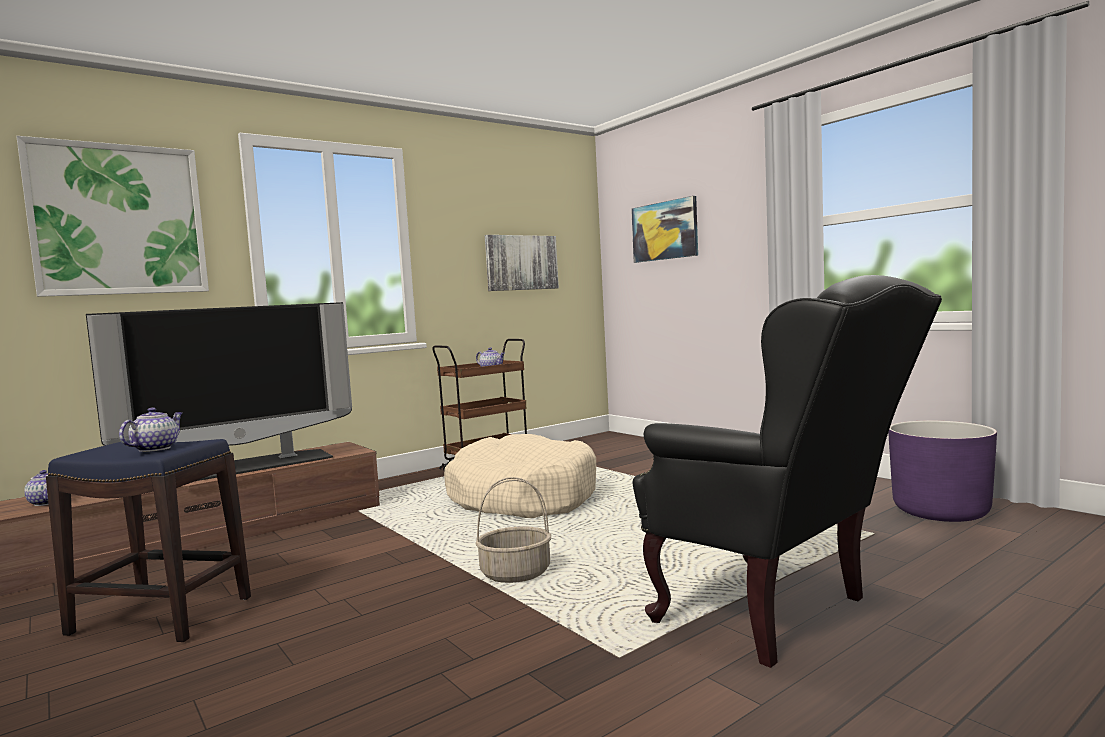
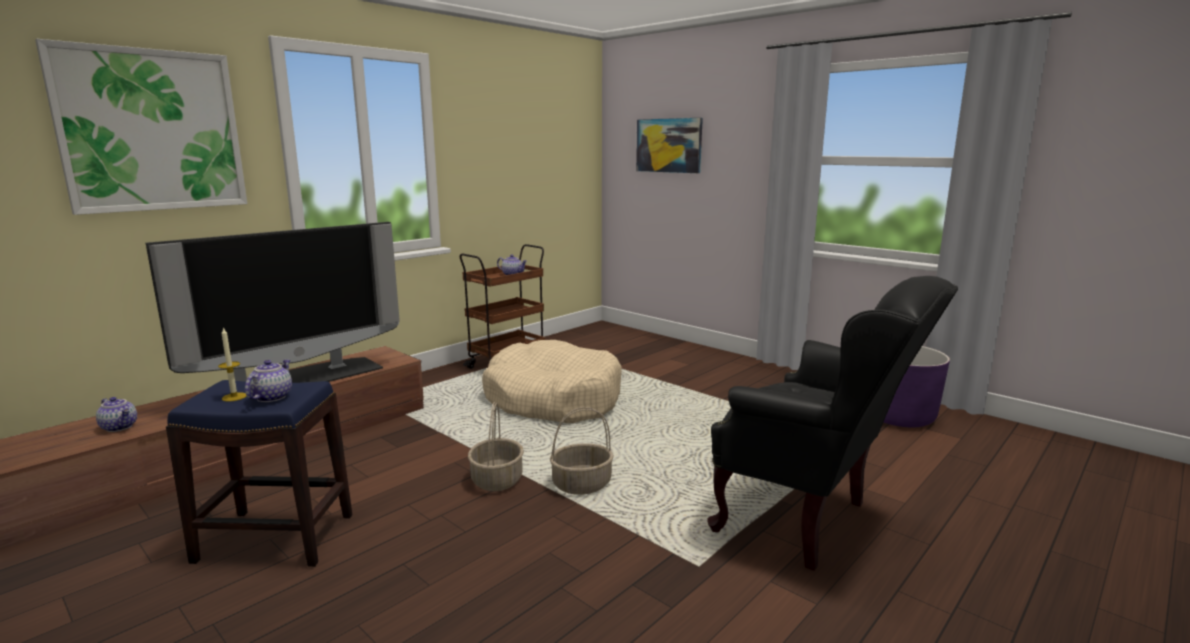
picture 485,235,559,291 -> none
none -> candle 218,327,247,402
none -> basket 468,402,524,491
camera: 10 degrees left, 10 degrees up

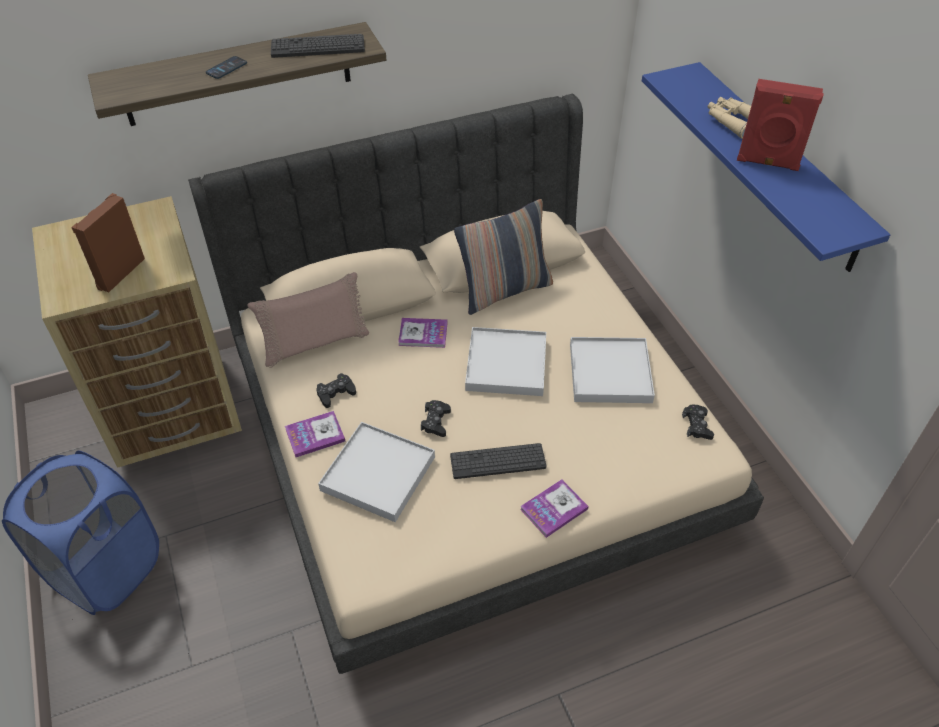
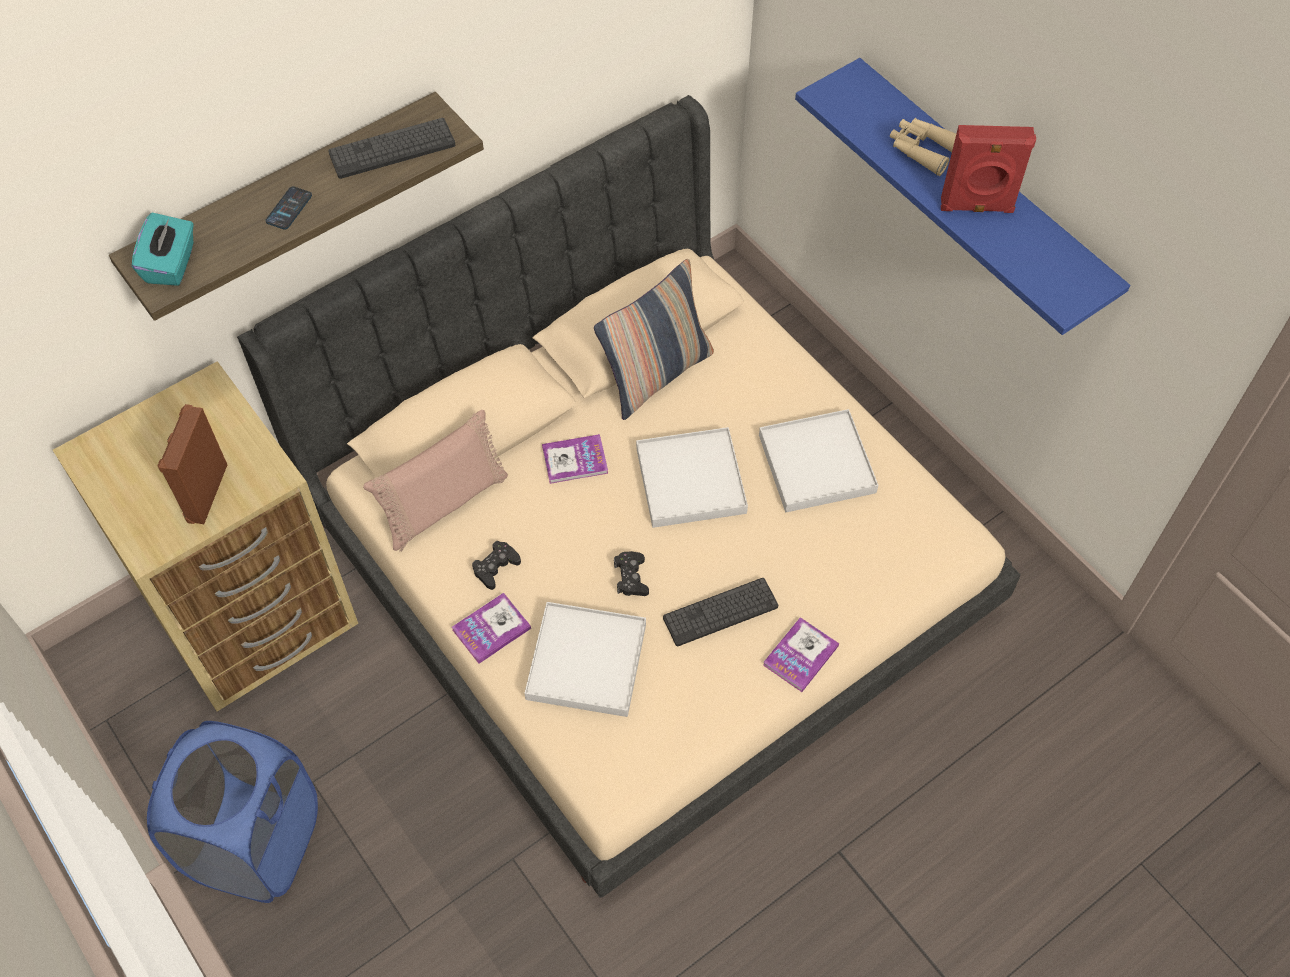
game controller (black) 682,405,714,440 -> none
none -> tissue box (turquoise) 132,213,194,286
camera: 15 degrees left, 10 degrees up

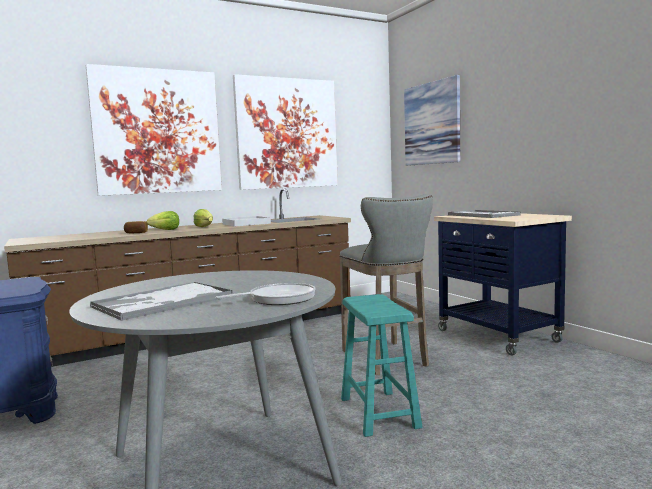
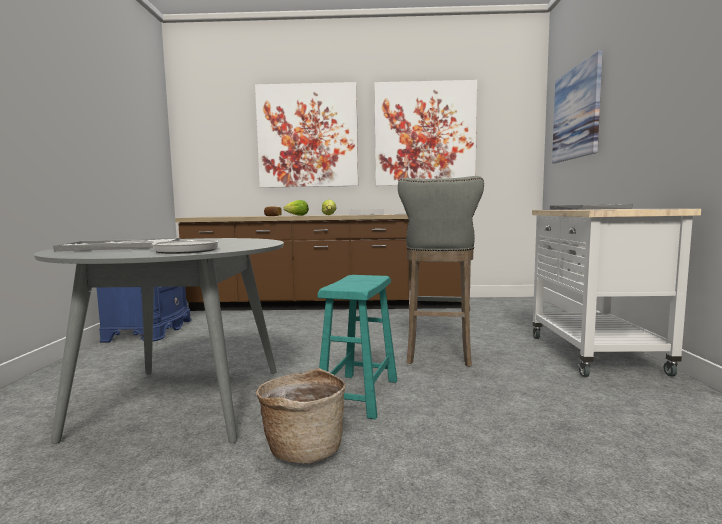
none -> basket 256,368,346,463
cart (blue) 434,213,572,355 -> cart (white) 532,209,701,377
camera: 30 degrees right, 0 degrees up

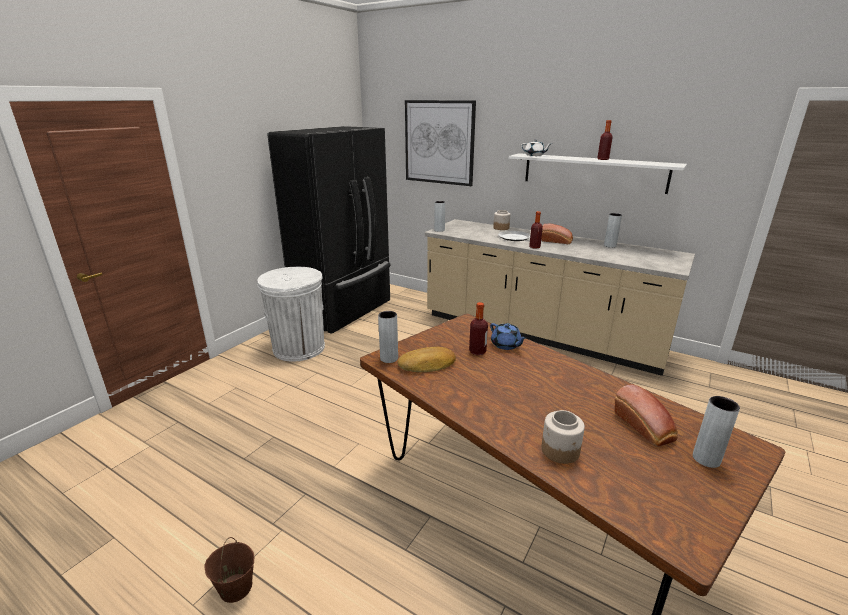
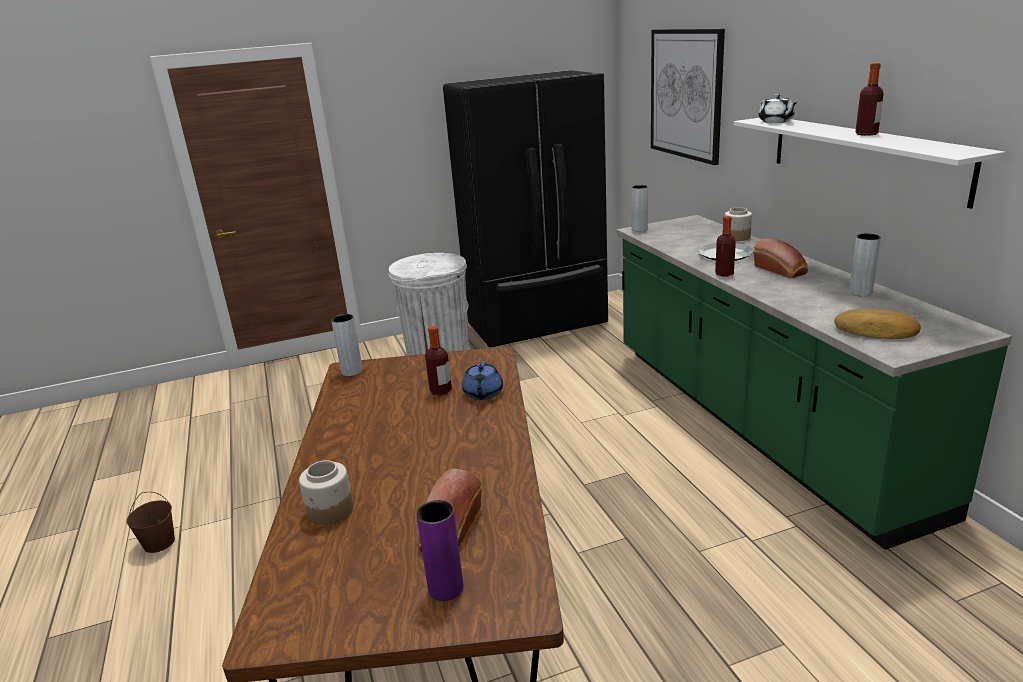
bread 398,347,456,372 -> bread 834,309,921,339, moved
counter (beige) 425,219,695,376 -> counter (green) 617,215,1012,550
vase (grey) 693,396,740,468 -> vase (purple) 416,500,463,601
camera: 40 degrees right, 0 degrees up

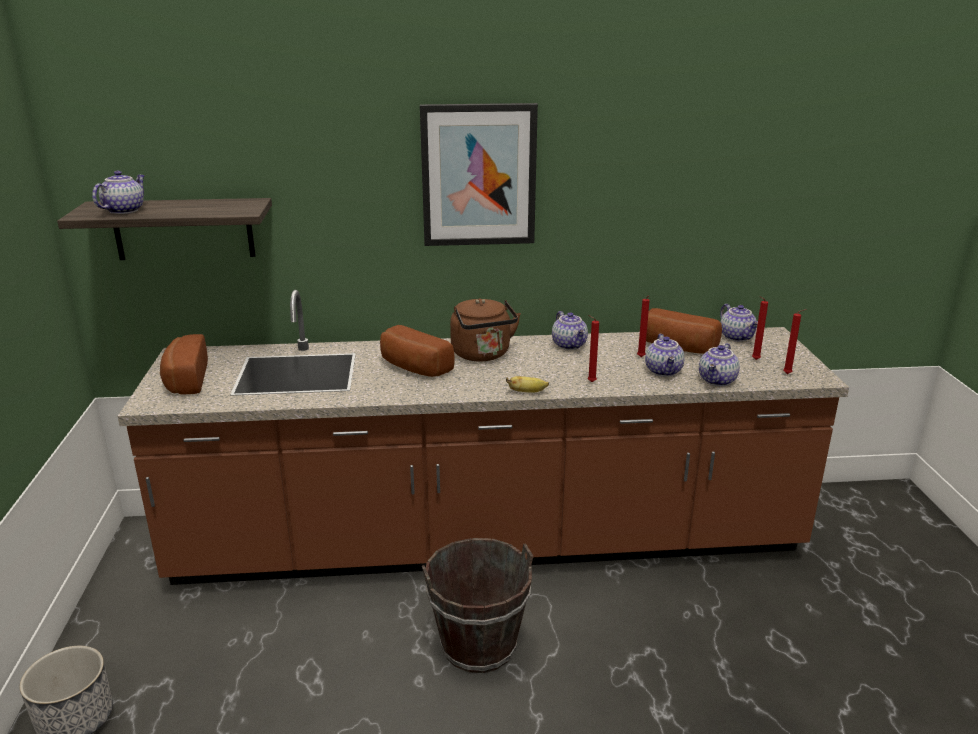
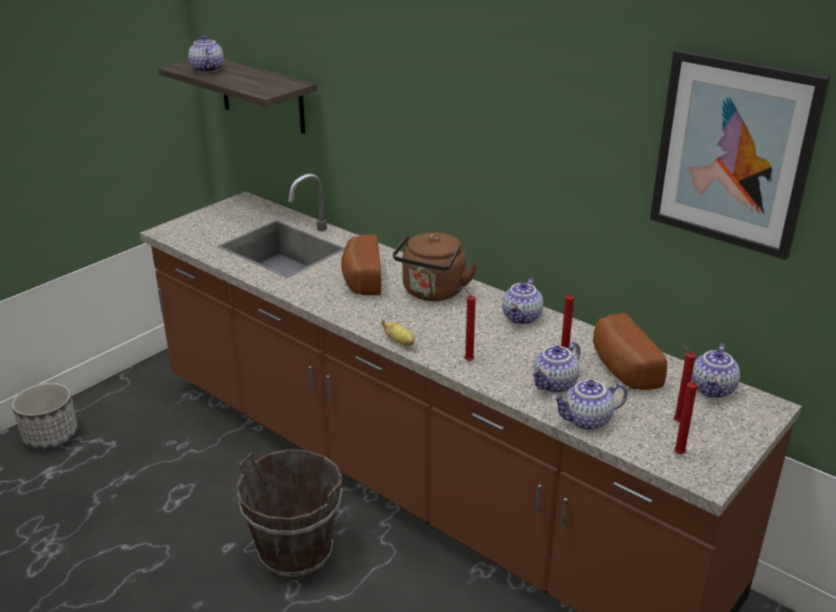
bread 160,334,208,395 -> none
picture 420,103,538,246 -> picture 650,49,830,260, moved
teapot 92,171,145,214 -> teapot 188,35,224,73, 90 degrees counterclockwise
camera: 45 degrees right, 5 degrees up

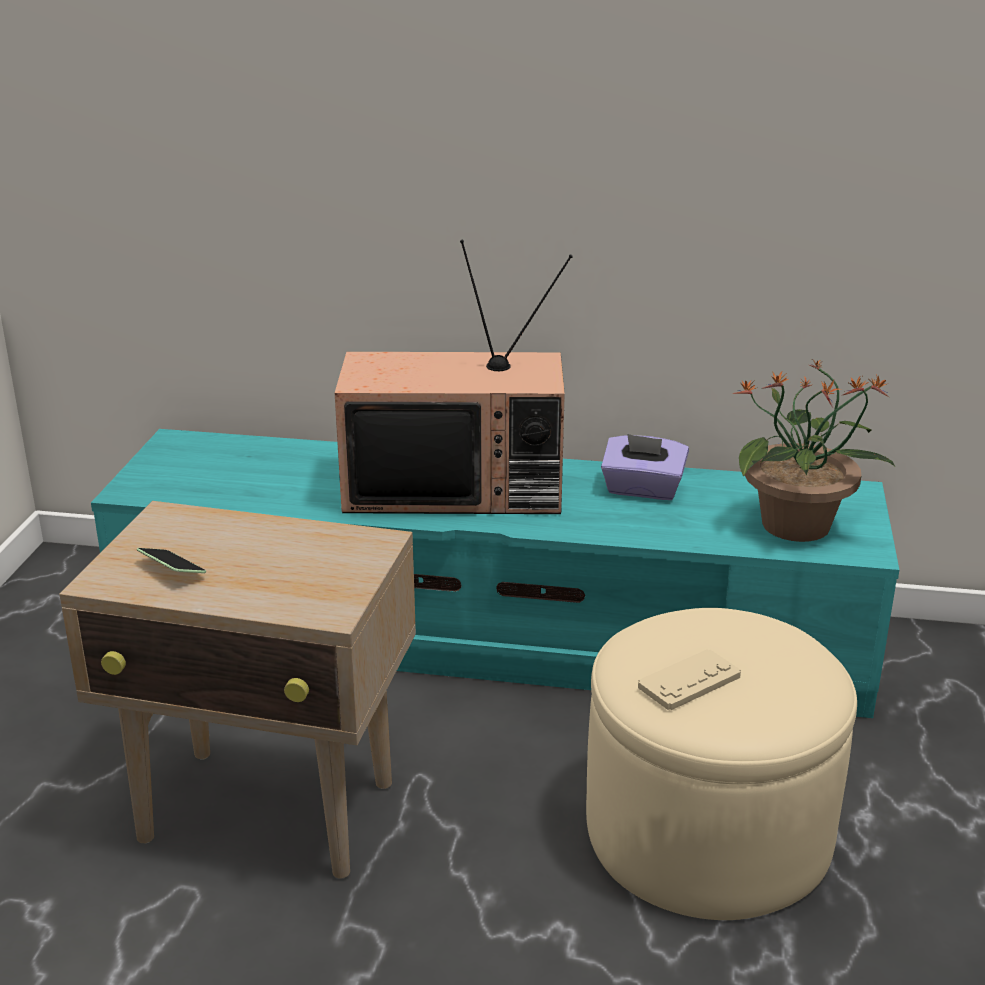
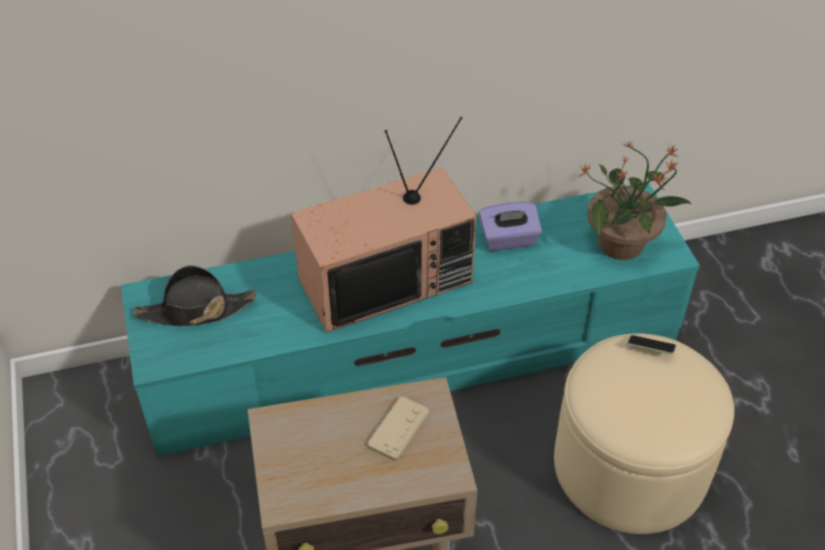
none -> hat (black) 134,265,256,326
phone 137,548,206,573 -> phone 627,335,676,354, moved
game controller (beige) 638,650,741,710 -> game controller (beige) 367,396,429,461, moved
camera: 25 degrees left, 20 degrees up

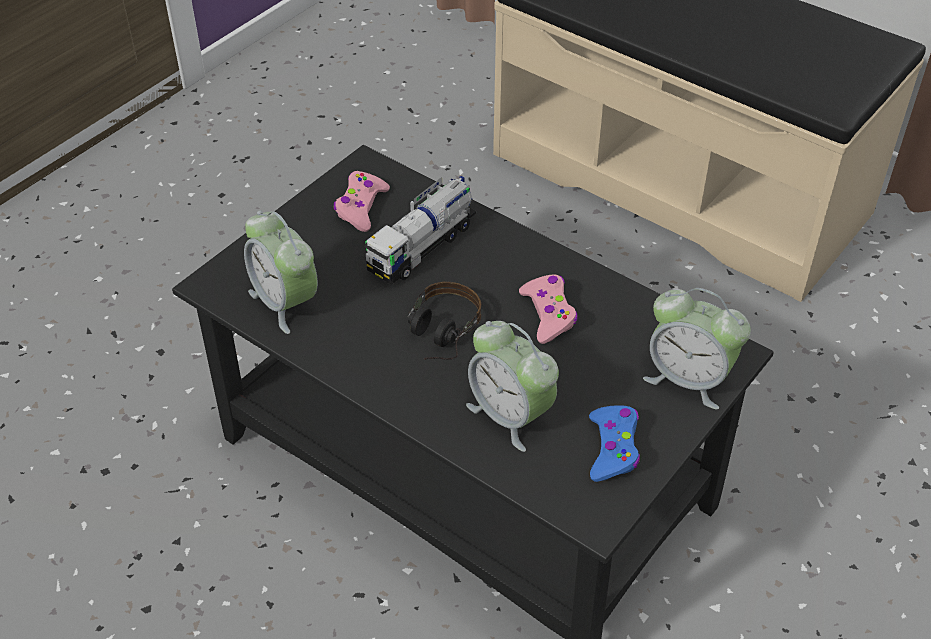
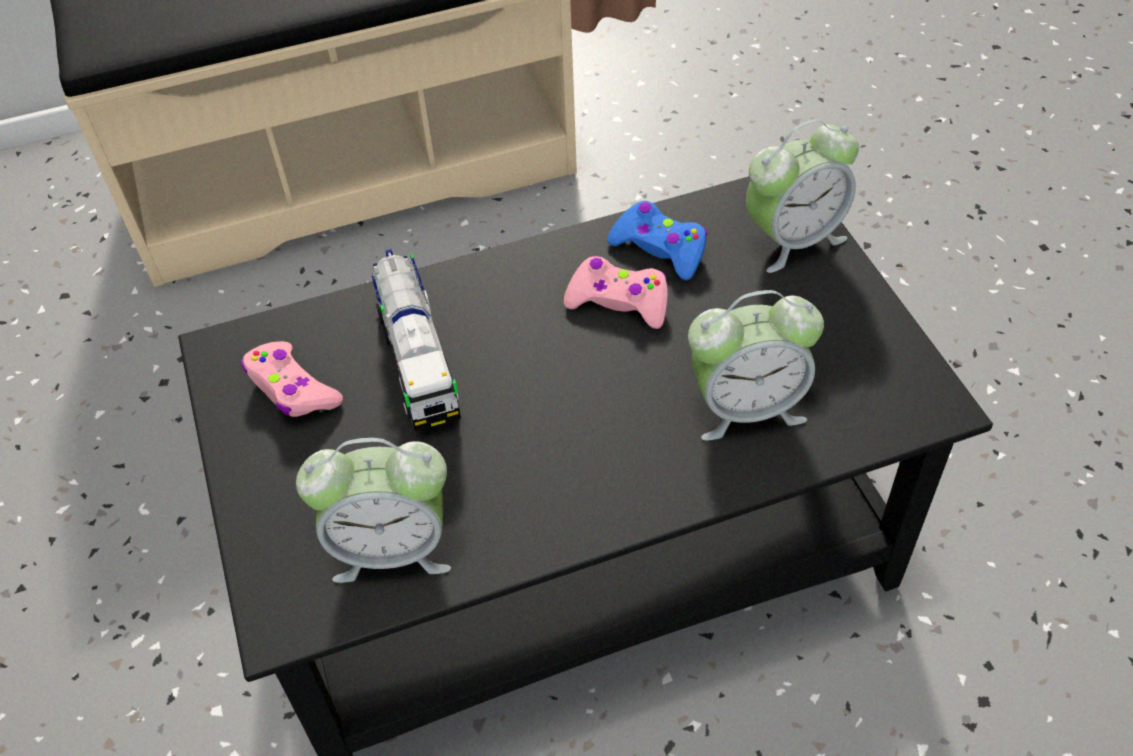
headphones 408,282,481,360 -> none
game controller (blue) 589,405,640,482 -> game controller (blue) 607,201,708,280, moved
camera: 55 degrees left, 5 degrees up

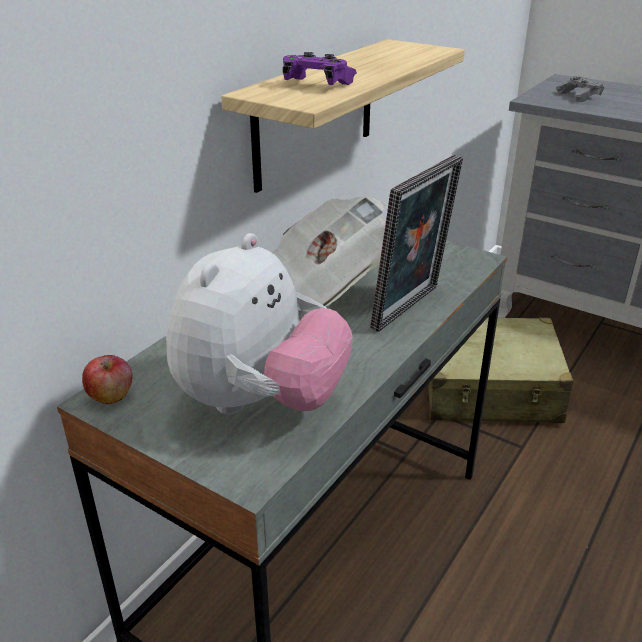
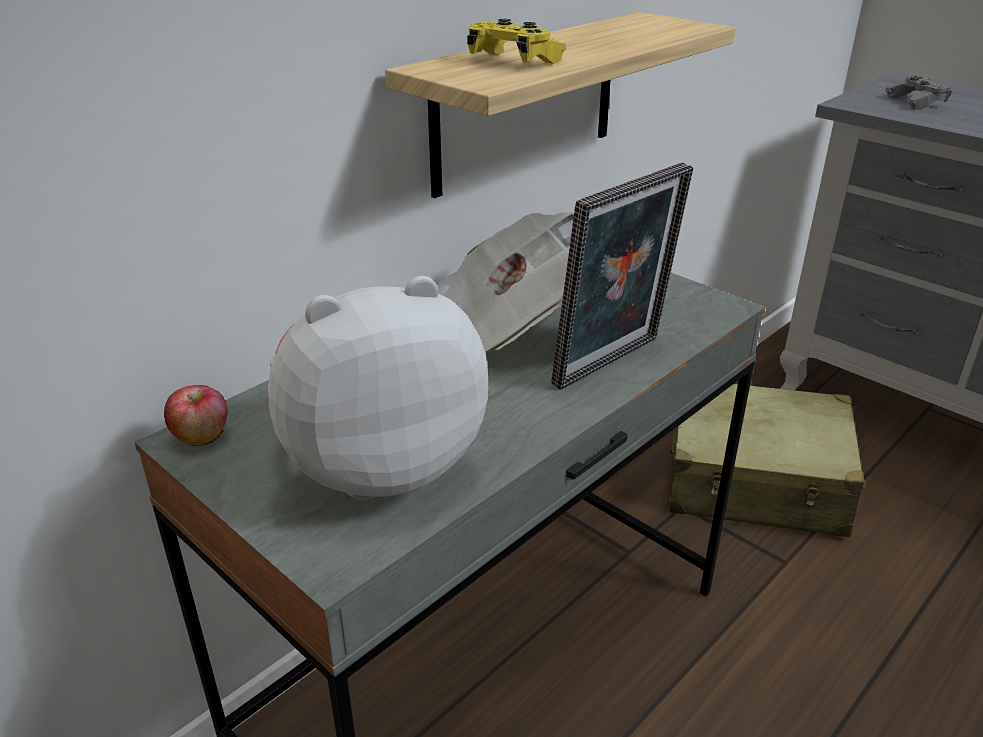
game controller (purple) 283,52,357,85 -> game controller (yellow) 467,19,567,64
plush toy 166,233,353,414 -> plush toy 268,276,488,500, 150 degrees counterclockwise
camera: 10 degrees right, 0 degrees up

